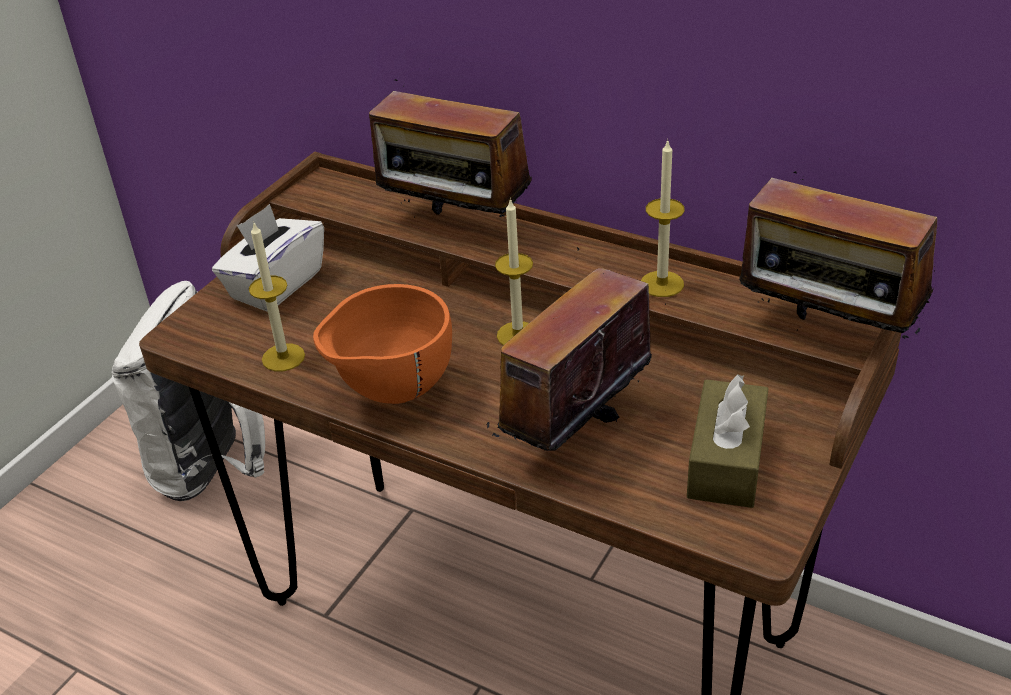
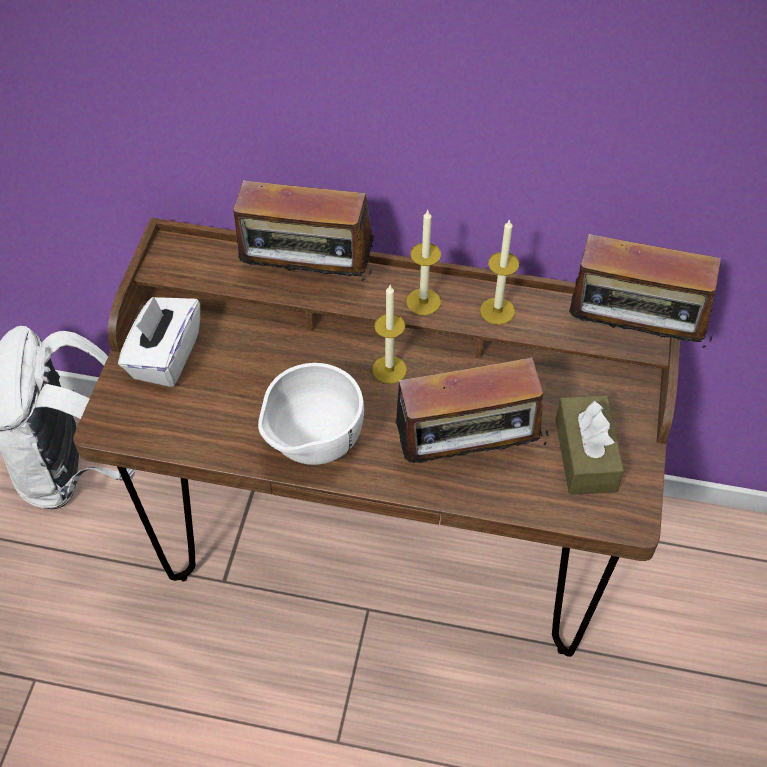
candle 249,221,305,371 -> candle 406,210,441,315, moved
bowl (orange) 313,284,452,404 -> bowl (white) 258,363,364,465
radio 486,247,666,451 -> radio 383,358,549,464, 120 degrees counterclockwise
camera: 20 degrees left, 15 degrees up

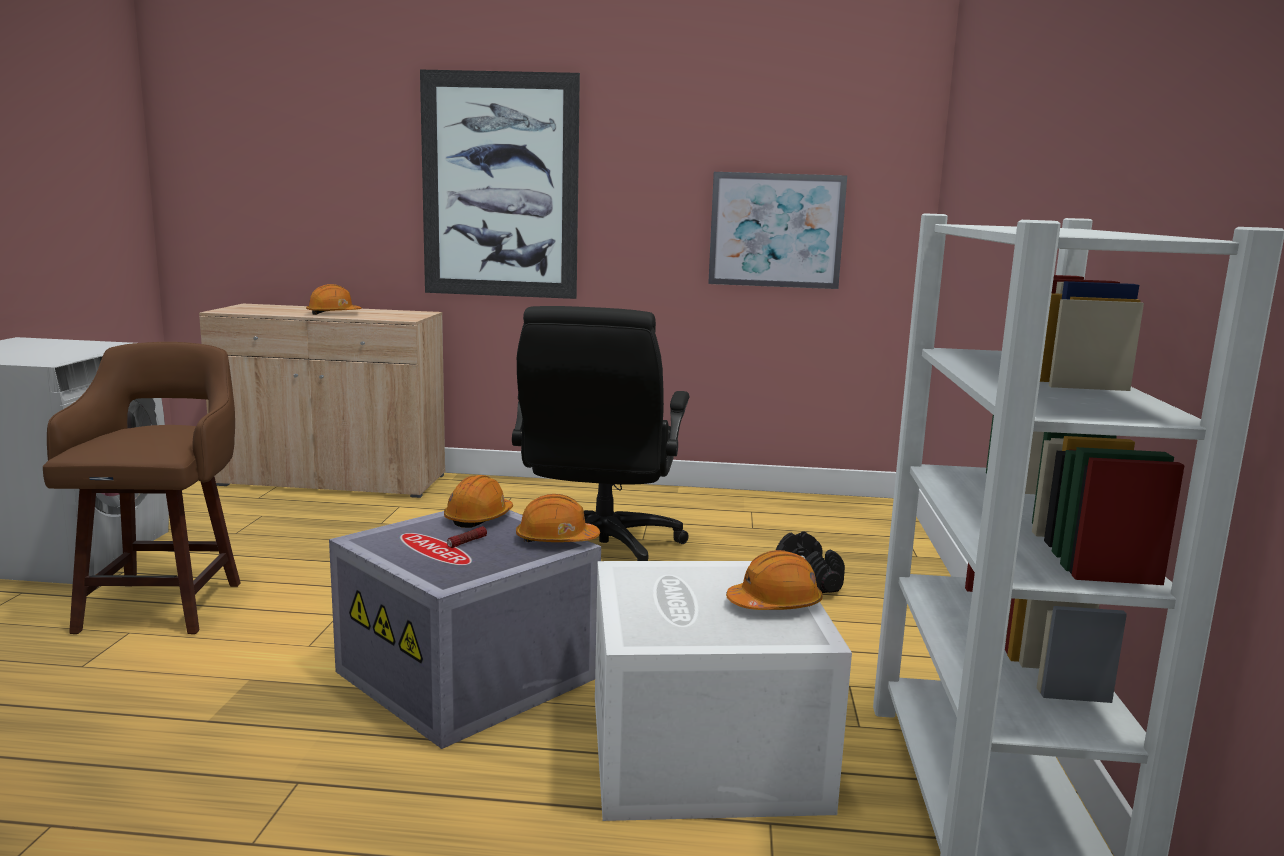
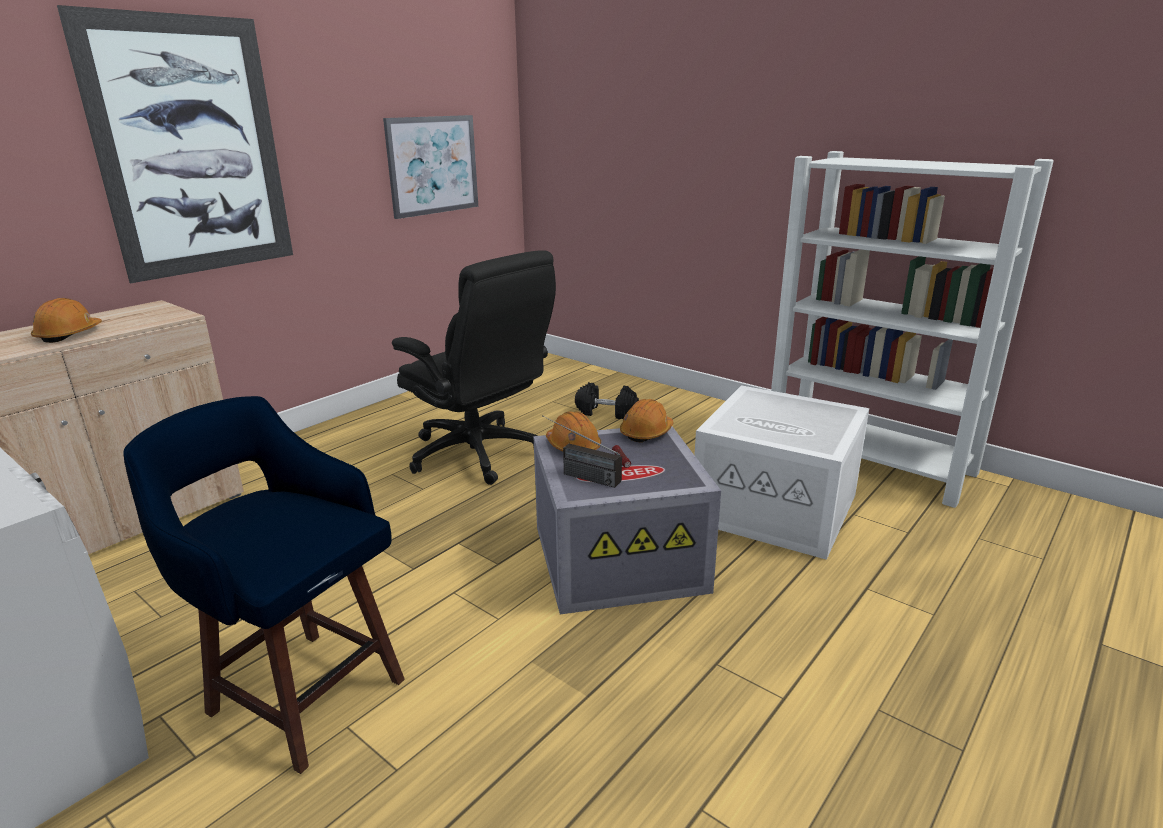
hard hat (orange) 726,550,822,610 -> none
none -> radio 542,415,622,488
stool (brown) 43,342,241,634 -> stool (blue) 123,396,405,774
camera: 55 degrees left, 10 degrees up

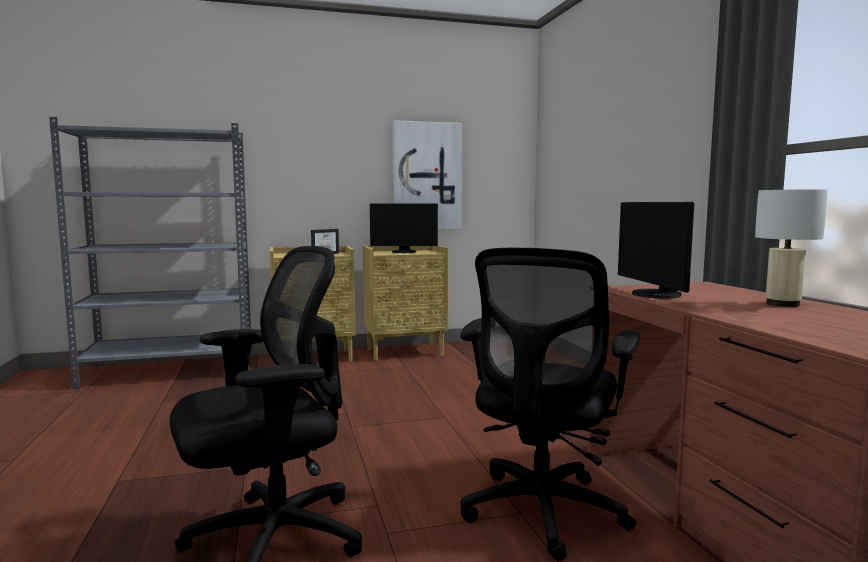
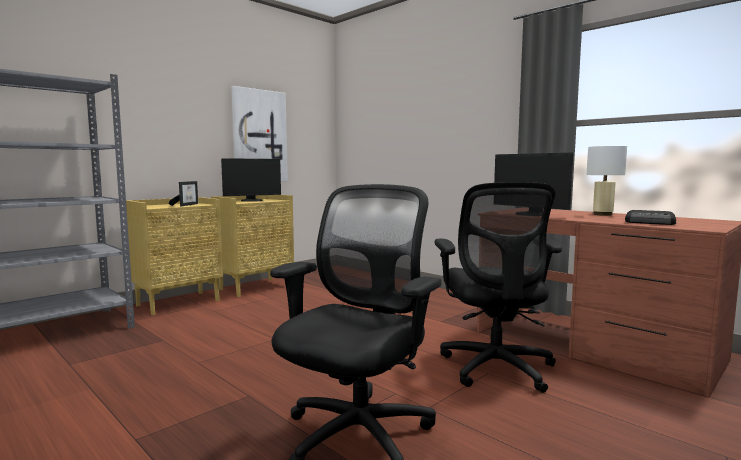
none -> radio 625,210,676,225
camera: 30 degrees left, 0 degrees up

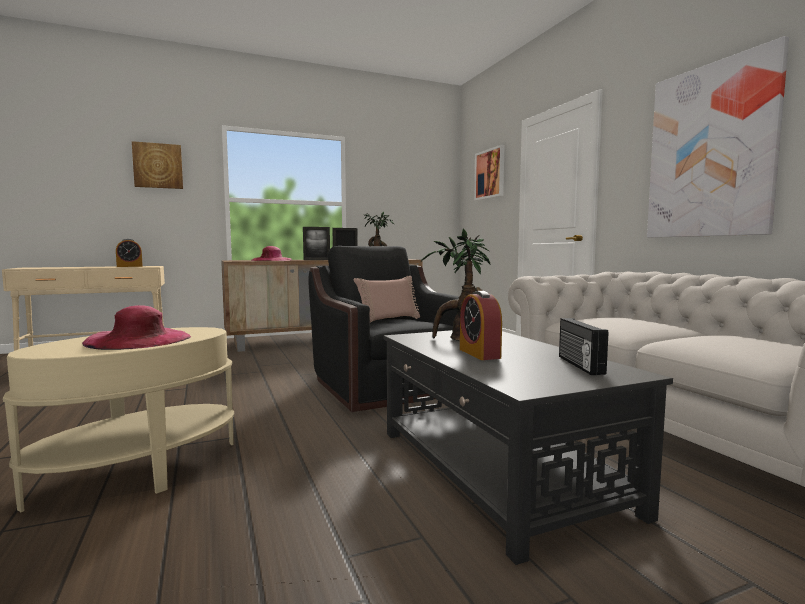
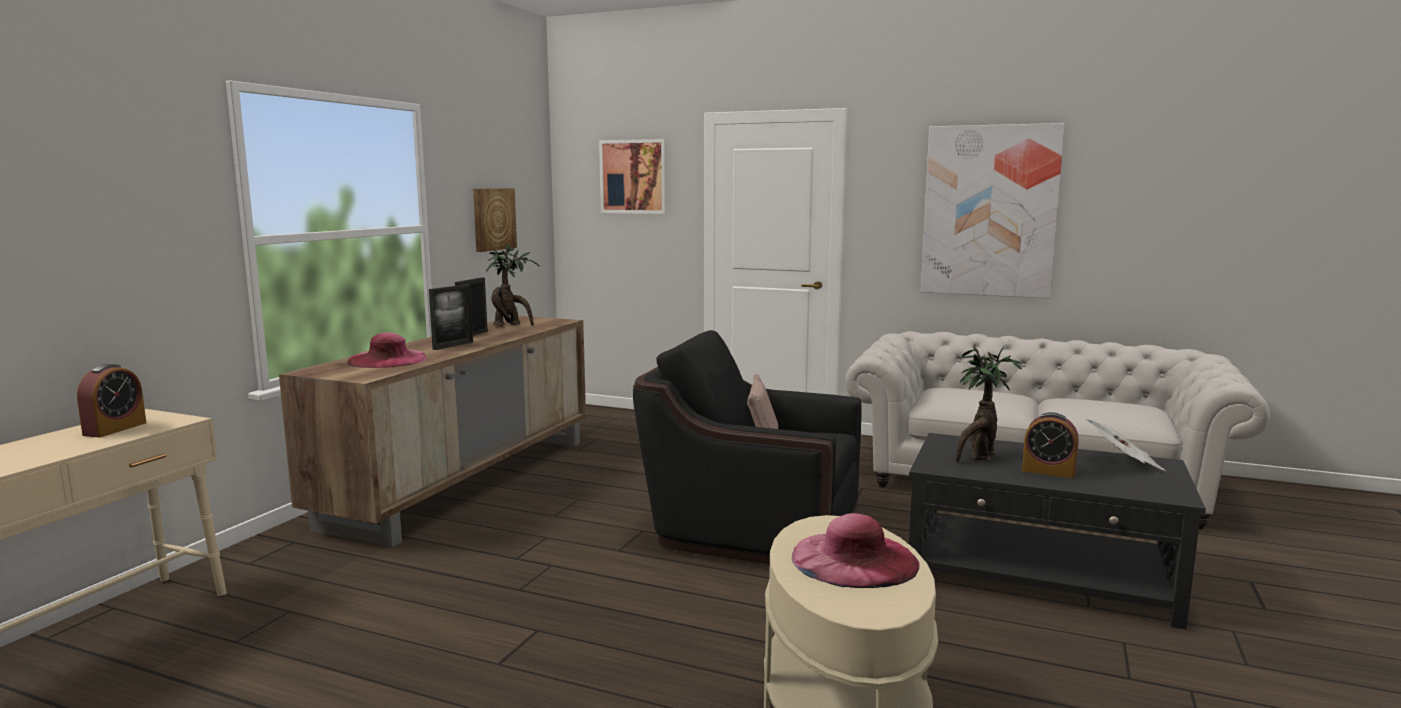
picture 132,141,183,189 -> picture 473,188,517,252, moved
radio 559,318,608,375 -> newspaper 1084,418,1166,471
camera: 45 degrees left, 5 degrees up

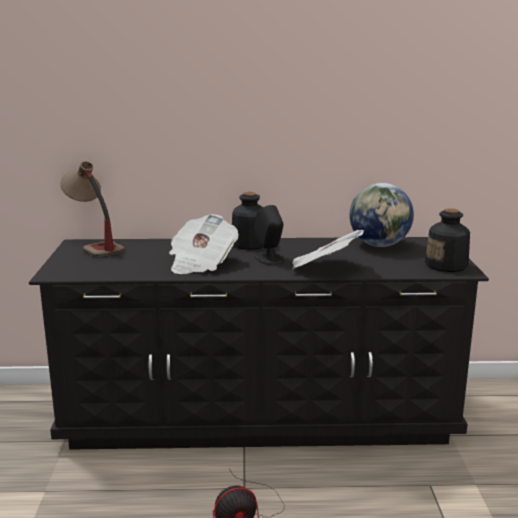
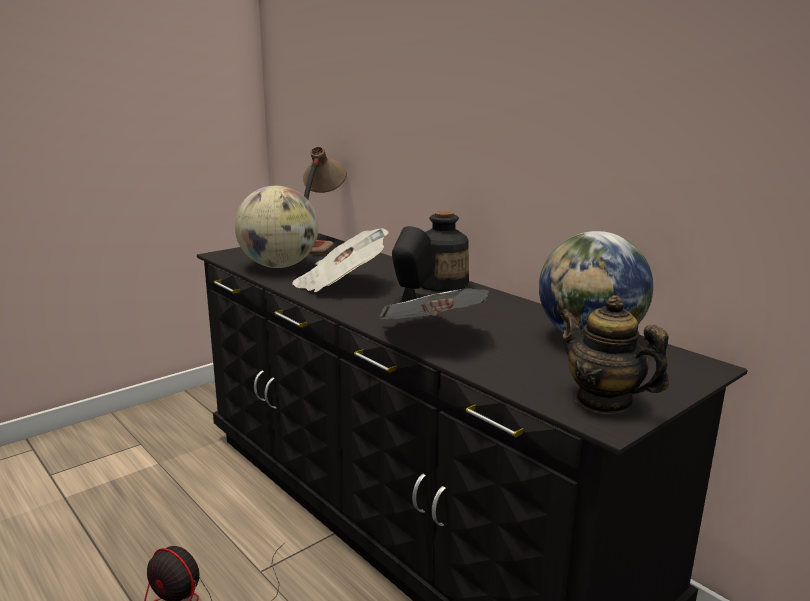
none -> globe 235,186,318,268
bottle 425,208,470,272 -> teapot 559,295,669,414
camera: 50 degrees right, 0 degrees up

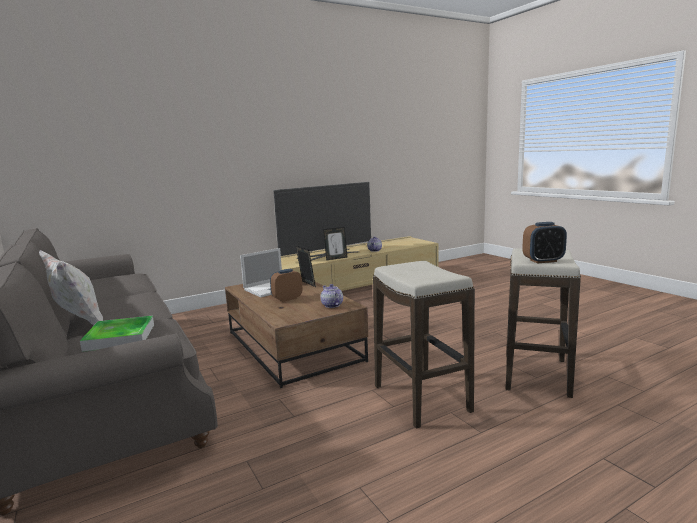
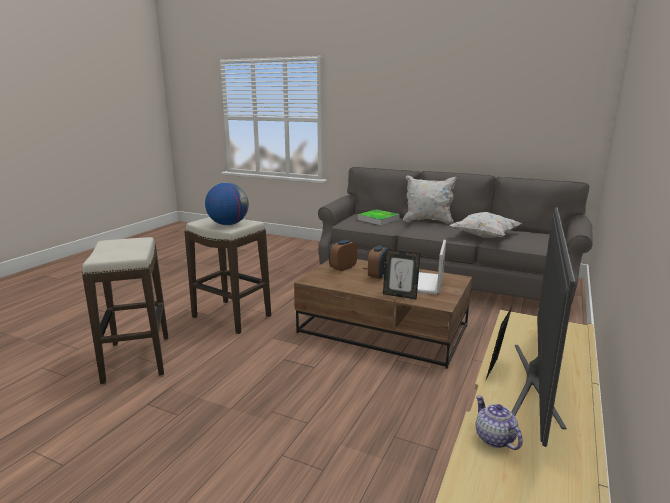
teapot 321,284,343,308 -> none
none -> globe 205,182,249,225
none -> pillow (white) 450,212,522,238
alarm clock 522,222,567,263 -> alarm clock 329,240,357,271, moved
camera: 145 degrees right, 5 degrees up

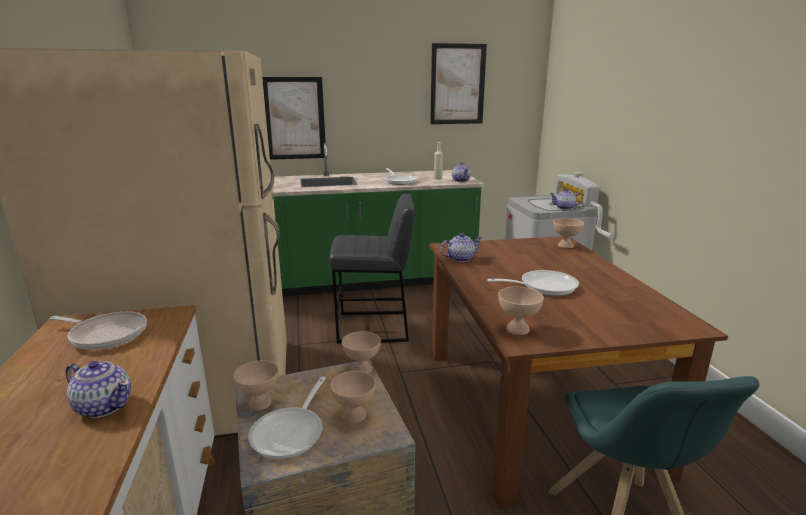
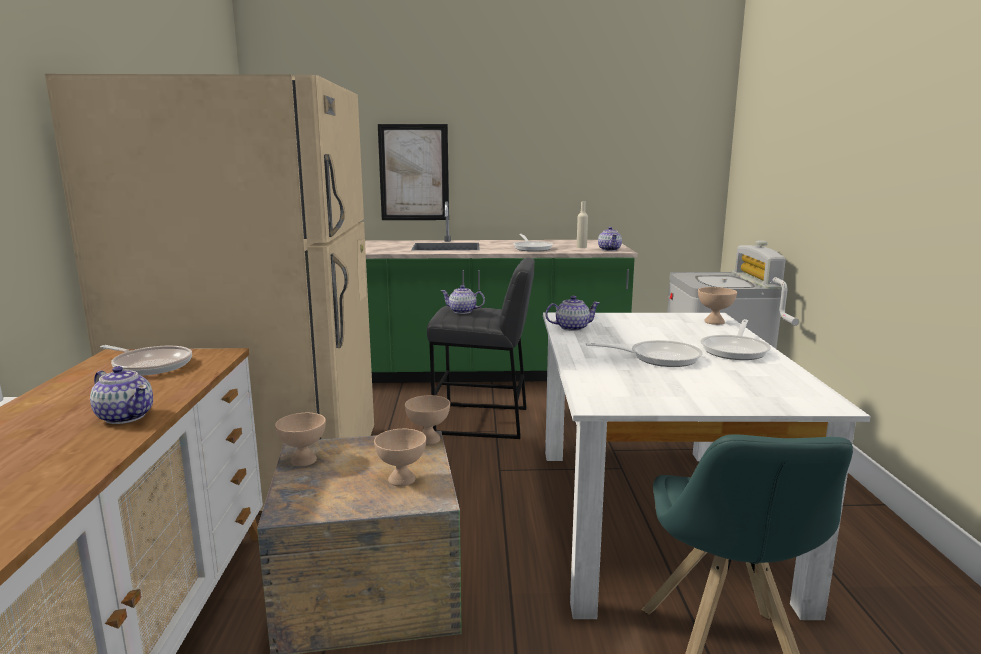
picture 430,43,487,124 -> none
bowl (beige) 498,287,544,335 -> none
frying pan 248,377,326,459 -> frying pan 700,319,771,360, moved
teapot 549,189,583,210 -> teapot 441,285,485,314, moved
dining table (brown) 429,236,728,509 -> dining table (white) 543,313,871,620
camera: 10 degrees right, 5 degrees down

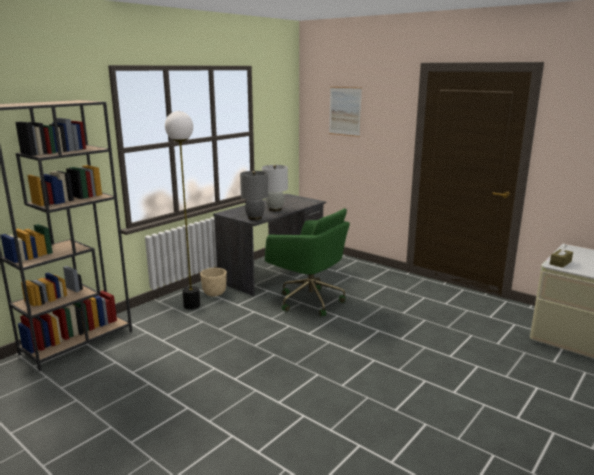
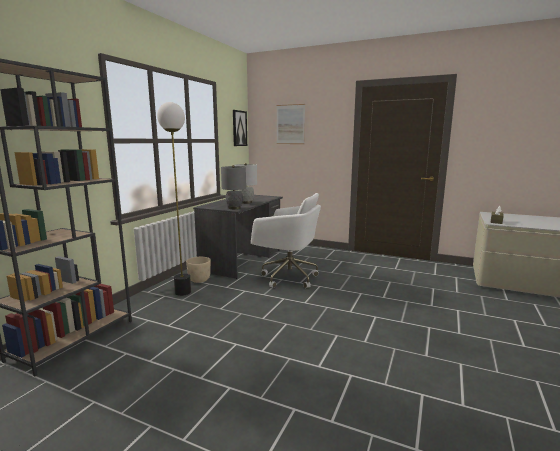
none -> picture 233,110,247,146
office chair (green) 265,208,350,316 -> office chair (white) 251,193,321,288
camera: 15 degrees left, 5 degrees down

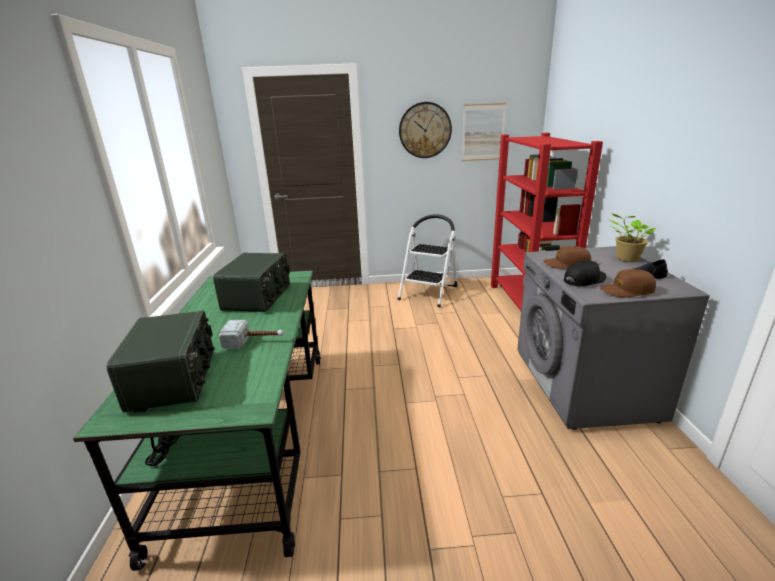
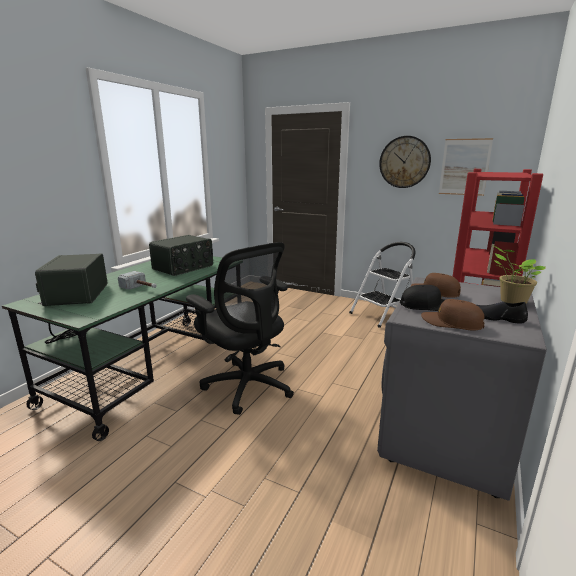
none -> office chair (black) 186,242,294,415
radio 106,311,215,412 -> radio 35,253,107,306, 150 degrees clockwise
camera: 30 degrees right, 5 degrees down

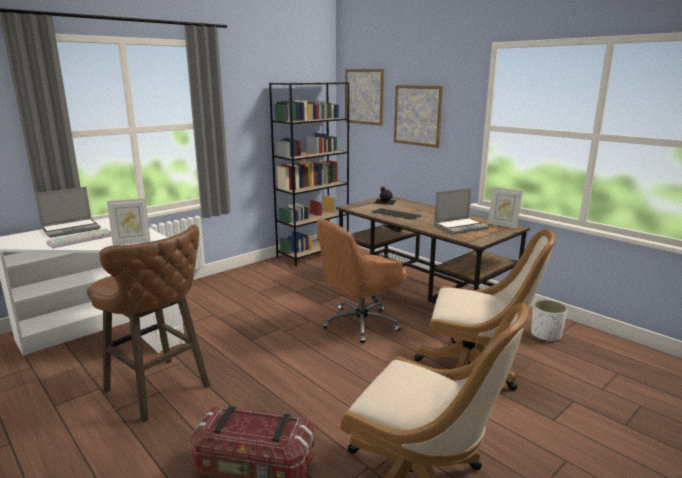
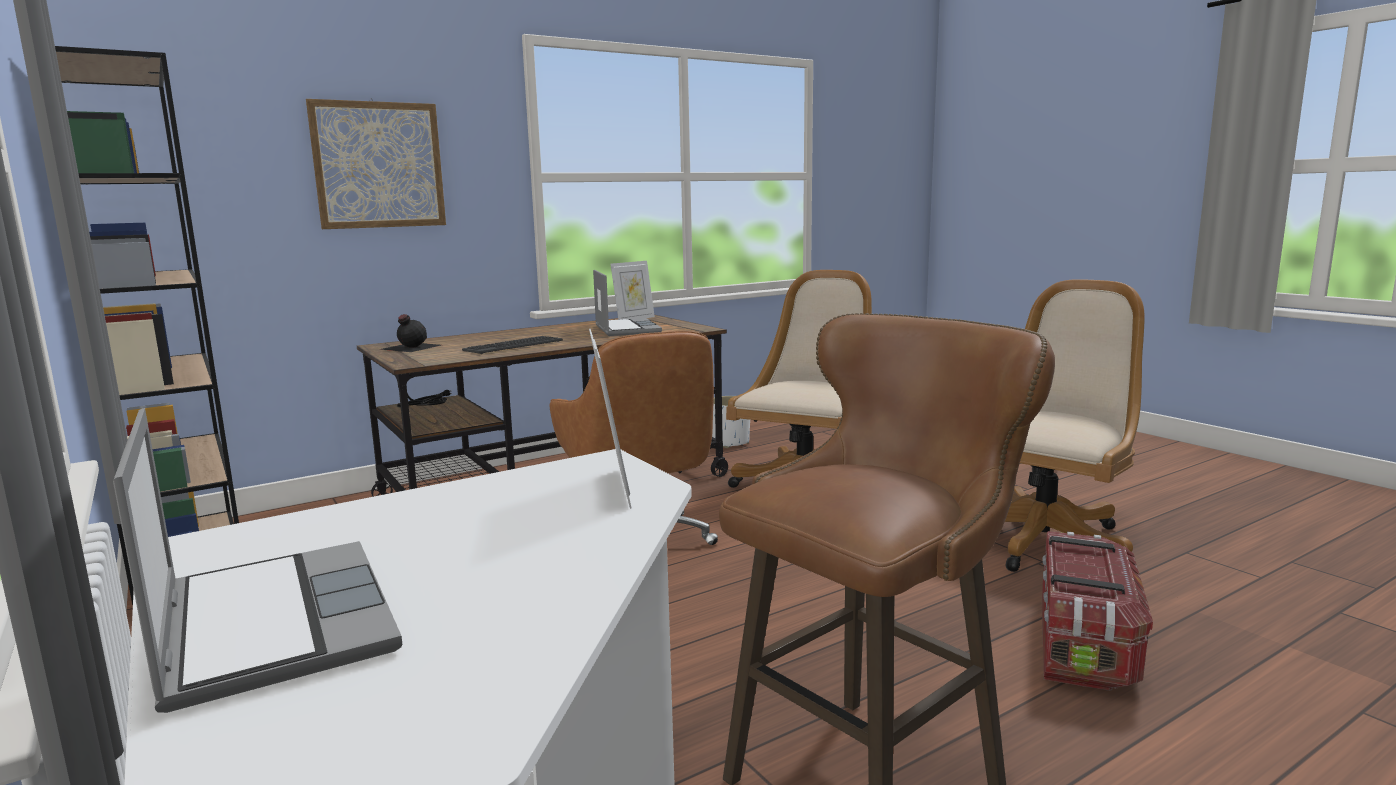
keyboard 46,228,111,249 -> none
picture 345,69,384,126 -> none
camera: 80 degrees left, 5 degrees down

